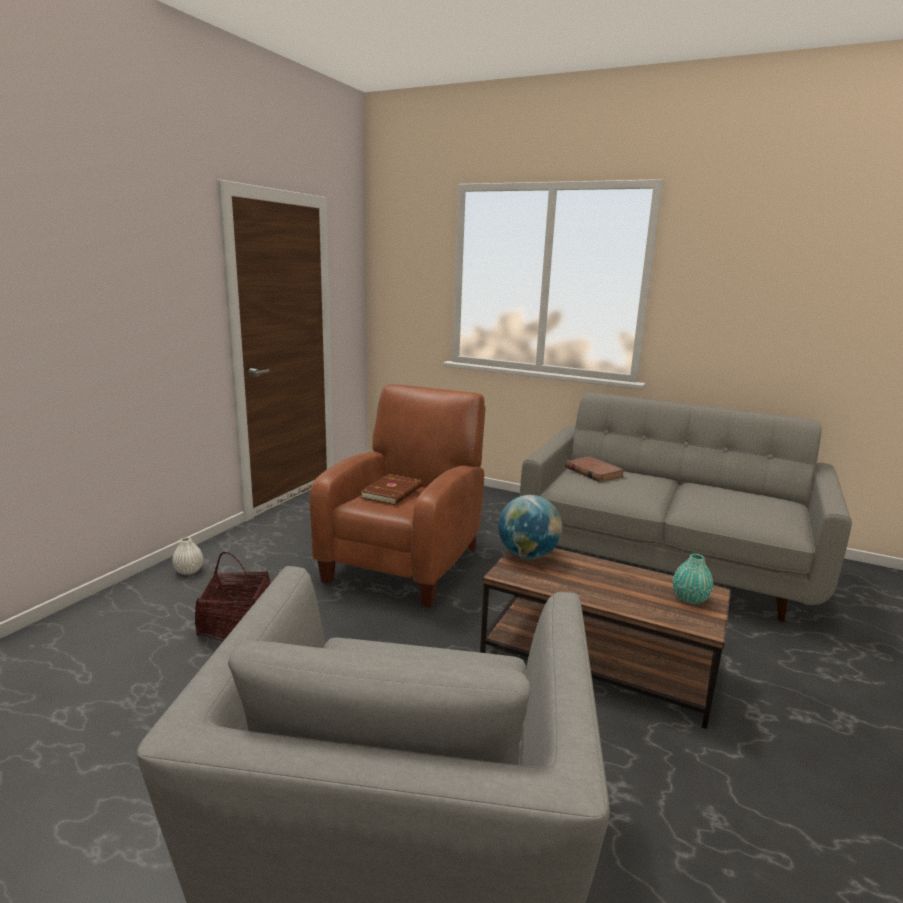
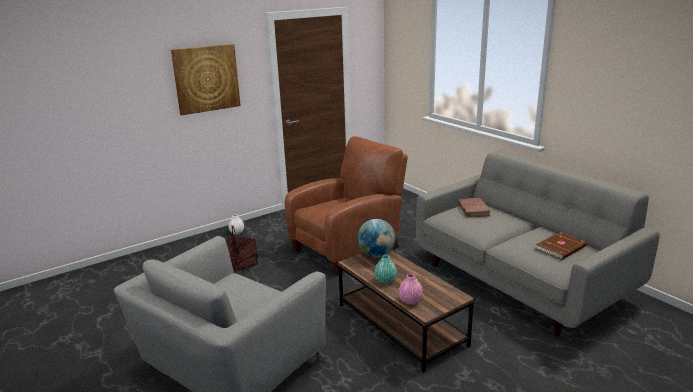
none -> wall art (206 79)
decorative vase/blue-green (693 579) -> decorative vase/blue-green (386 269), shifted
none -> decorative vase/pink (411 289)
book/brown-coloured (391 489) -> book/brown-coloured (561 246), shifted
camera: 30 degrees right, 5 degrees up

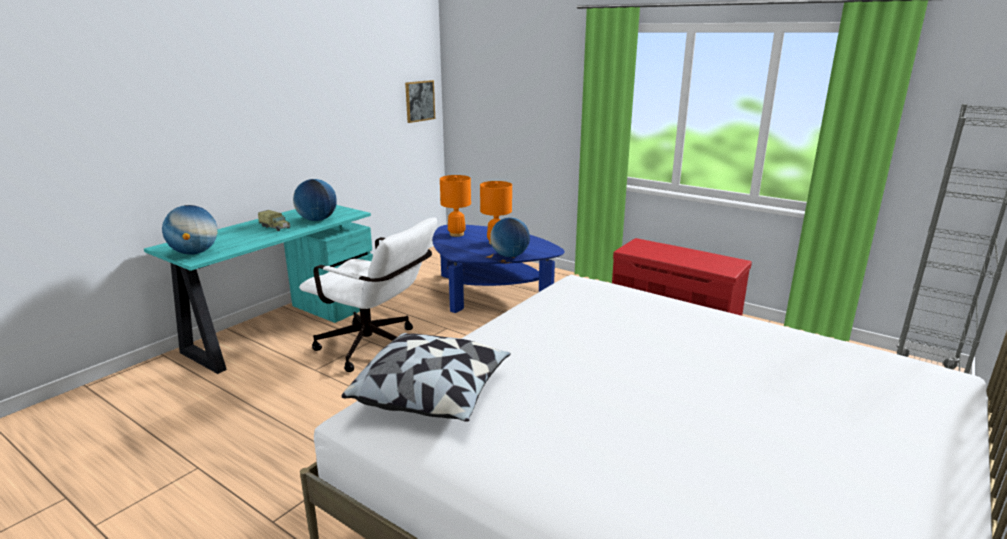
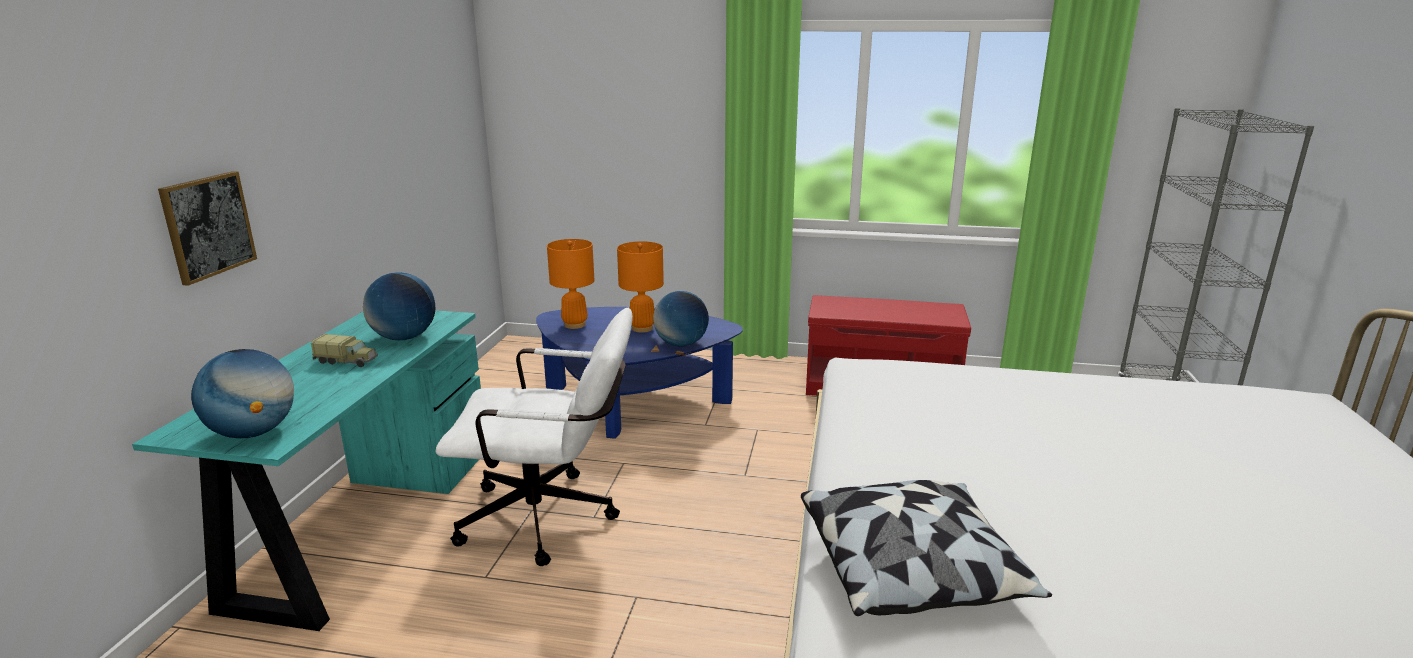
wall art (420 101) -> wall art (207 228), shifted
camera: 25 degrees left, 0 degrees up

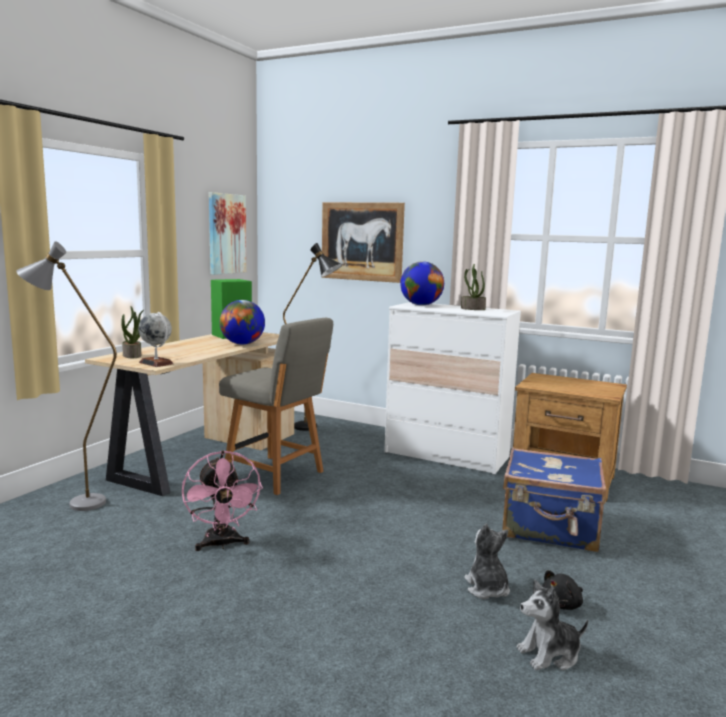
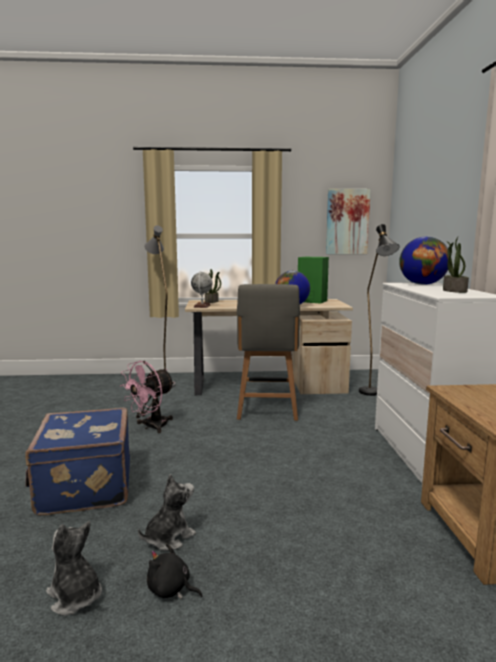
suitcase/blue (554 500) -> suitcase/blue (77 462), shifted
wall art (363 242) -> none
camera: 60 degrees right, 0 degrees up

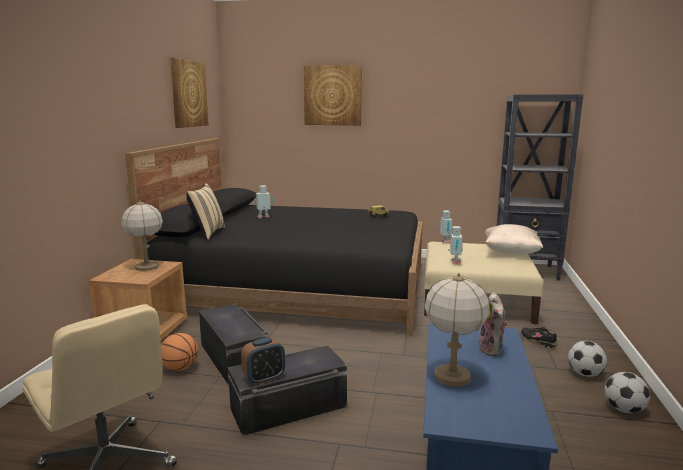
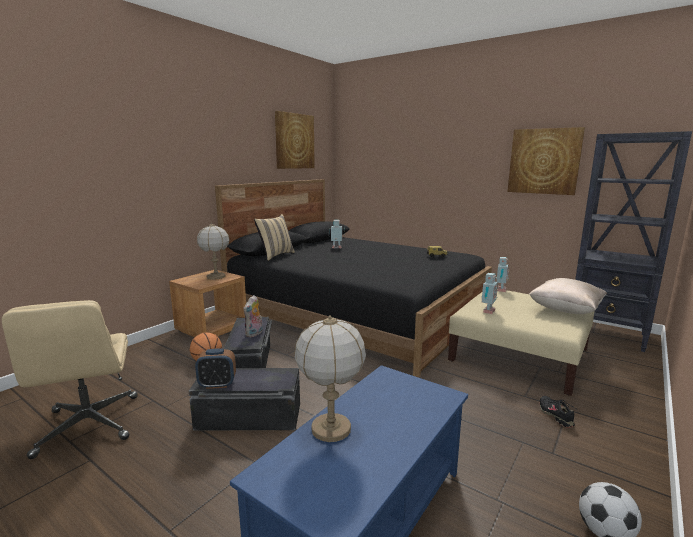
plush toy (493 324) -> plush toy (253 316), shifted
wall art (333 95) -> wall art (546 161), shifted
football (587 359) -> none
camera: 25 degrees right, 0 degrees up

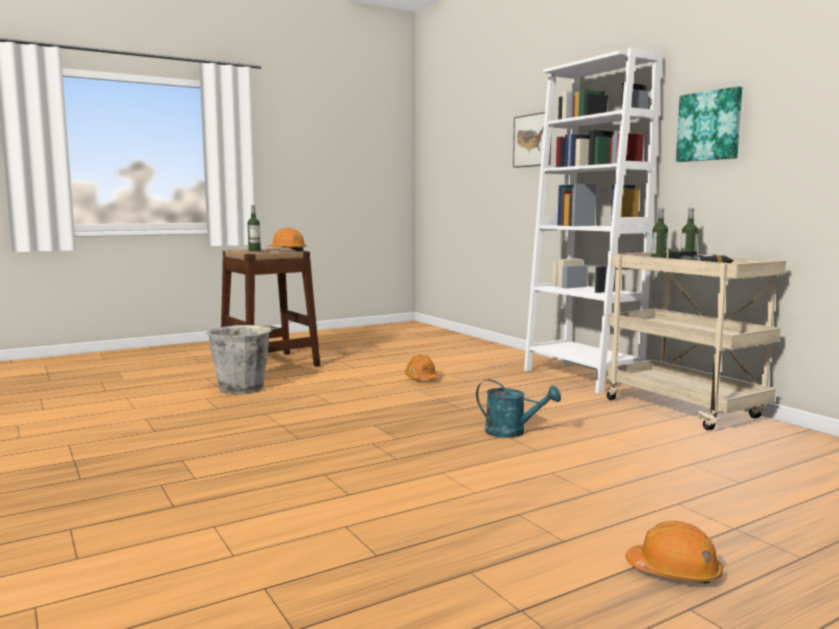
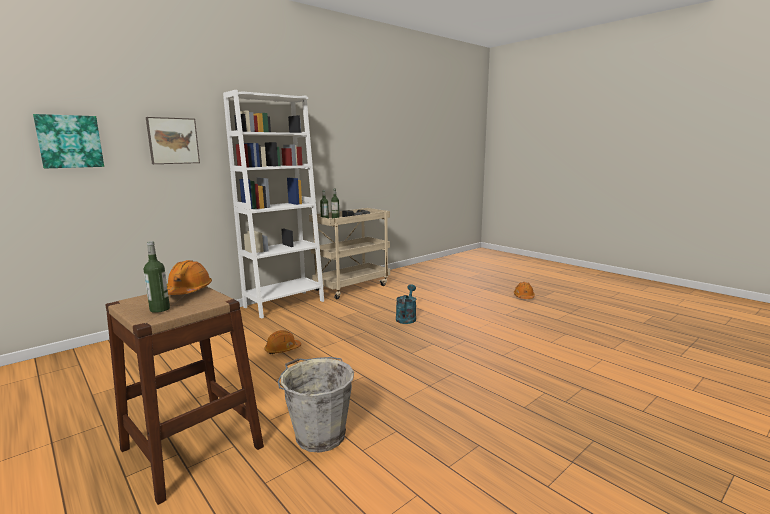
wall art (709 124) -> wall art (68 141), shifted
camera: 100 degrees left, 5 degrees up

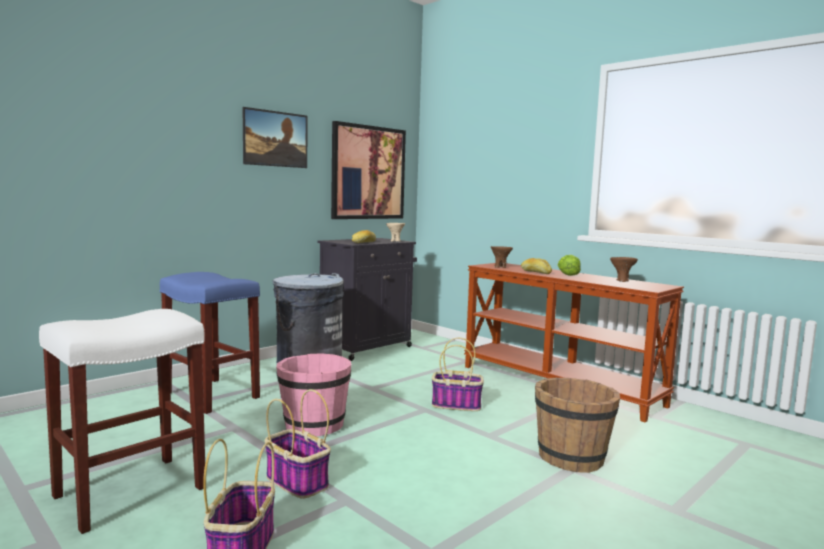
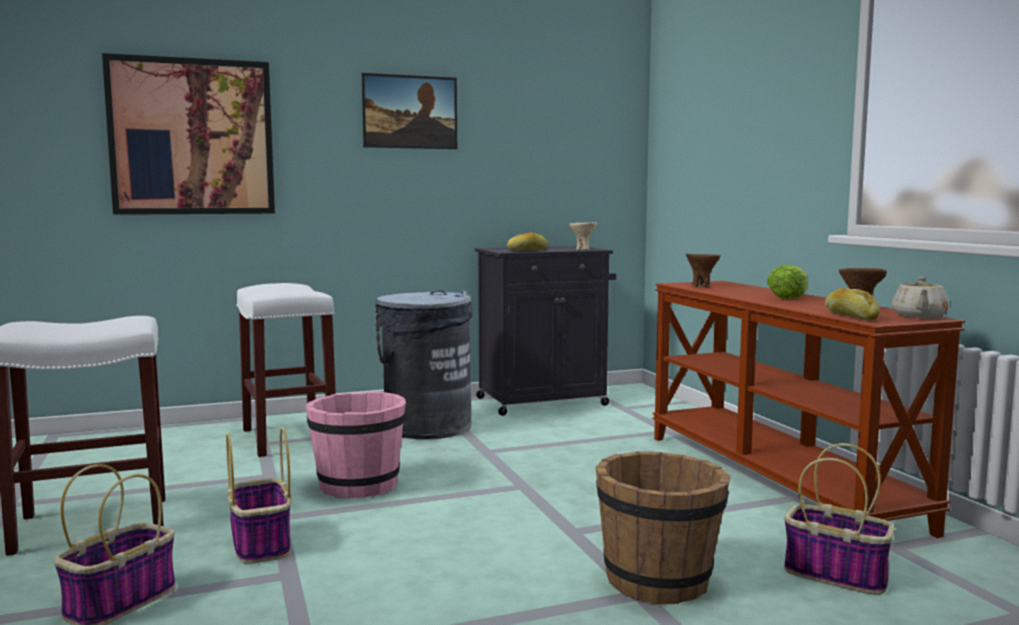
wall art (368 170) -> wall art (188 134), shifted
sitting stool/blue (209 343) -> sitting stool/white-coloured (286 370)
household basket (458 374) -> household basket (839 519), shifted
bread (536 266) -> bread (852 304), shifted
none -> tea pot/beige-coloured (920 297)
camera: 25 degrees right, 0 degrees up

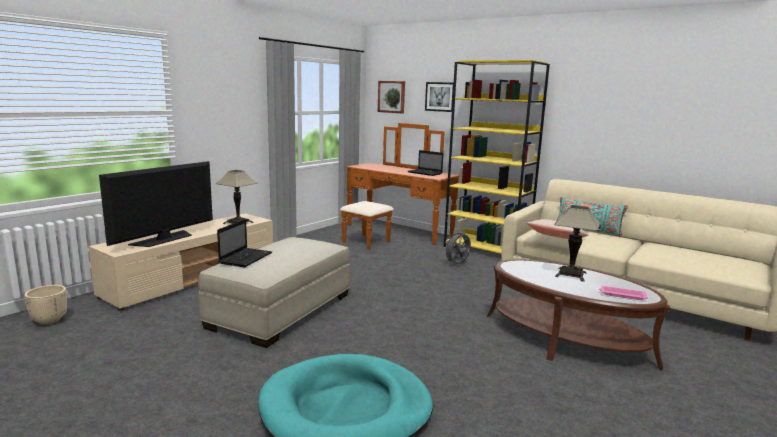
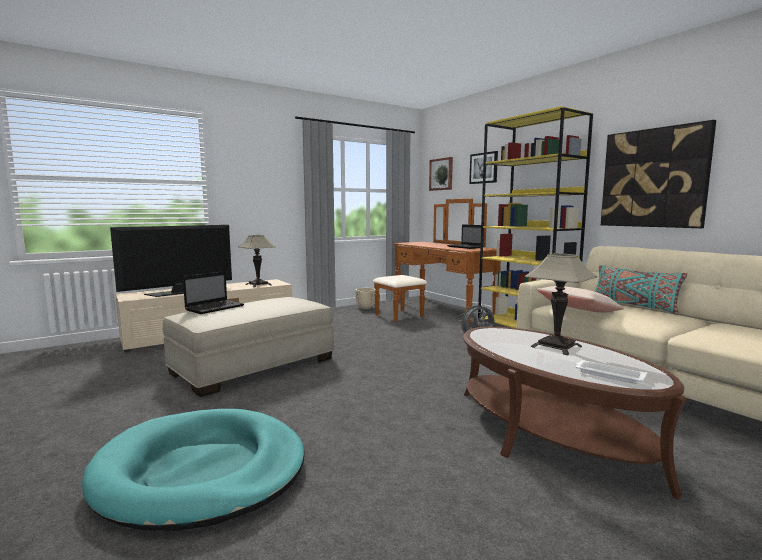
planter/beige-coloured (45 305) -> planter/beige-coloured (365 298), shifted
carrying tray/pink (623 293) -> carrying tray/white-coloured (611 372)
none -> wall art (658 174)
camera: 20 degrees right, 5 degrees down

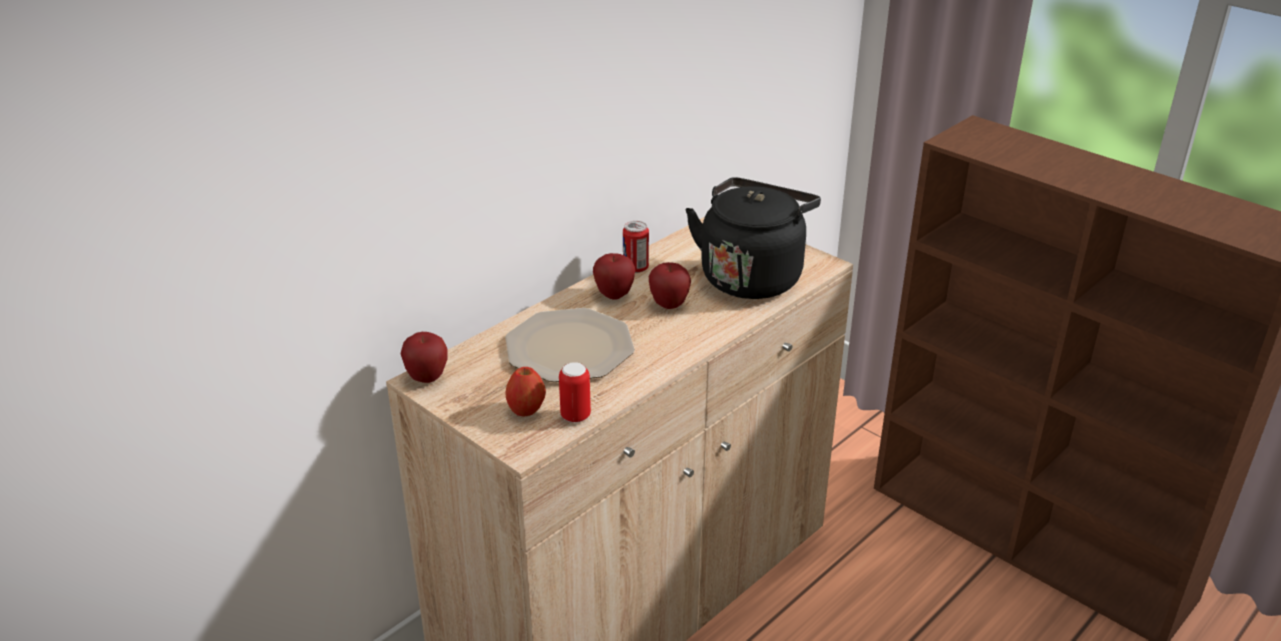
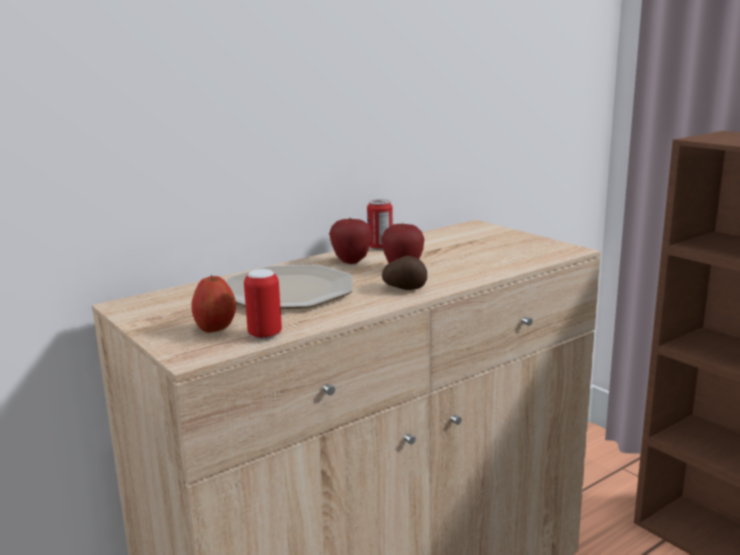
none -> potato (404 273)
apple (424 357) -> none
water kettle/black-coloured (753 238) -> none
camera: 10 degrees right, 15 degrees down

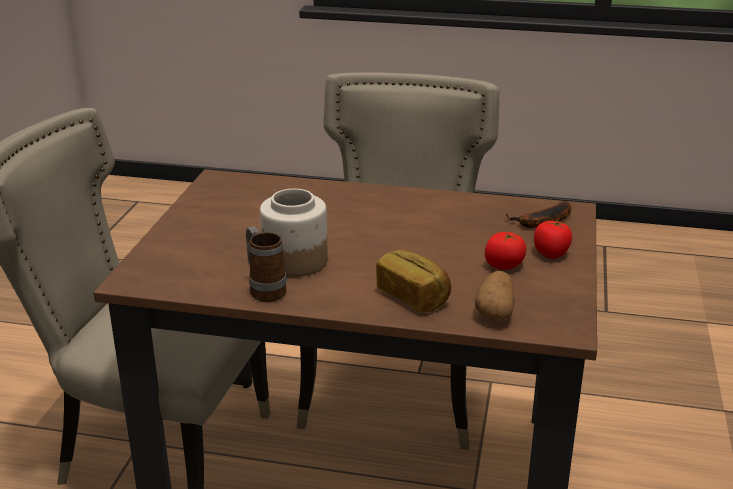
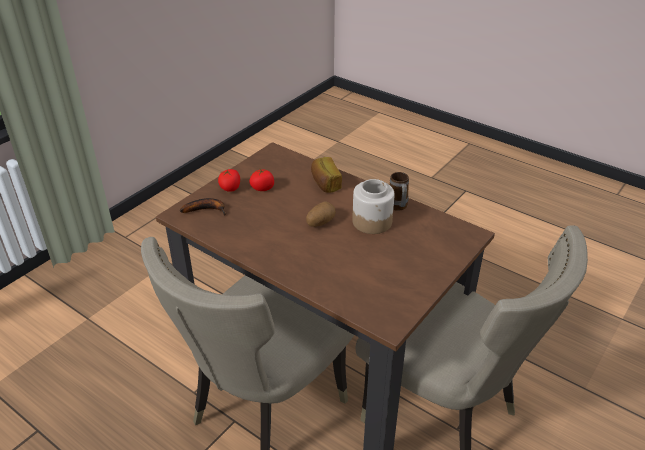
potato (495 296) -> potato (321 214), shifted
camera: 155 degrees left, 10 degrees up

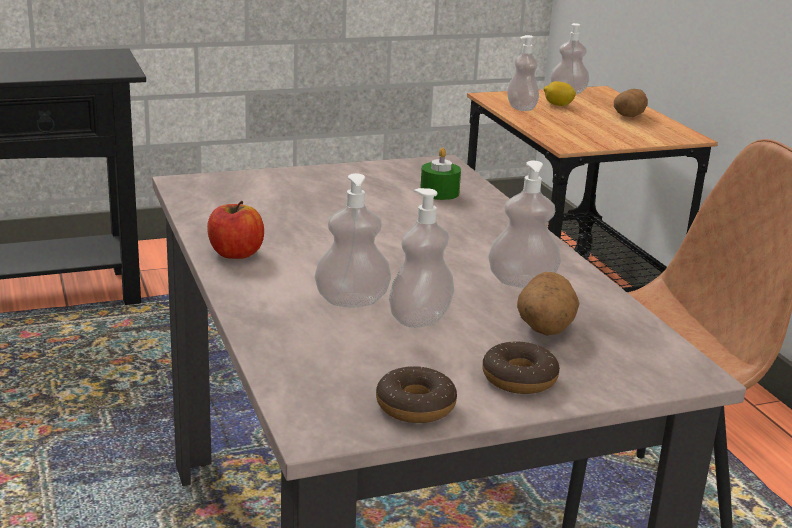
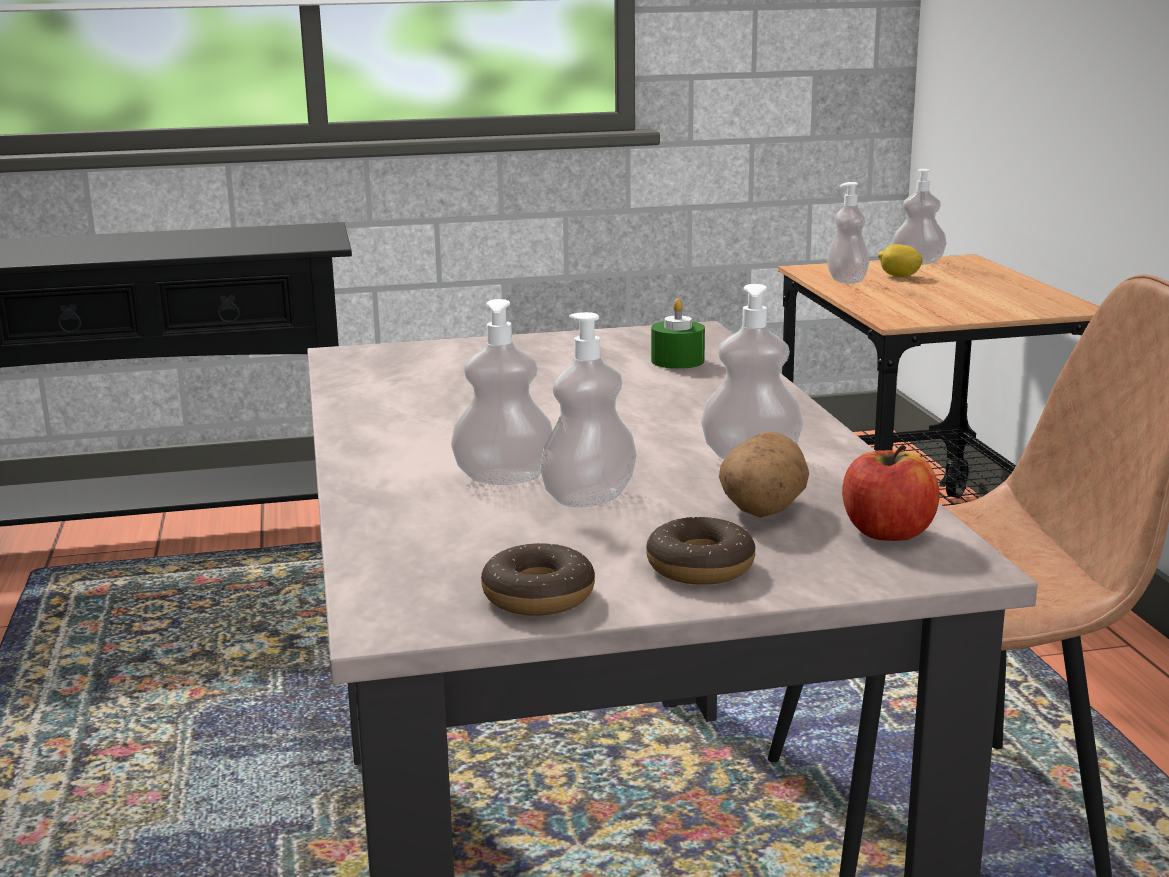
apple (235 230) -> apple (890 493), shifted
potato (631 103) -> none
camera: 10 degrees right, 5 degrees down

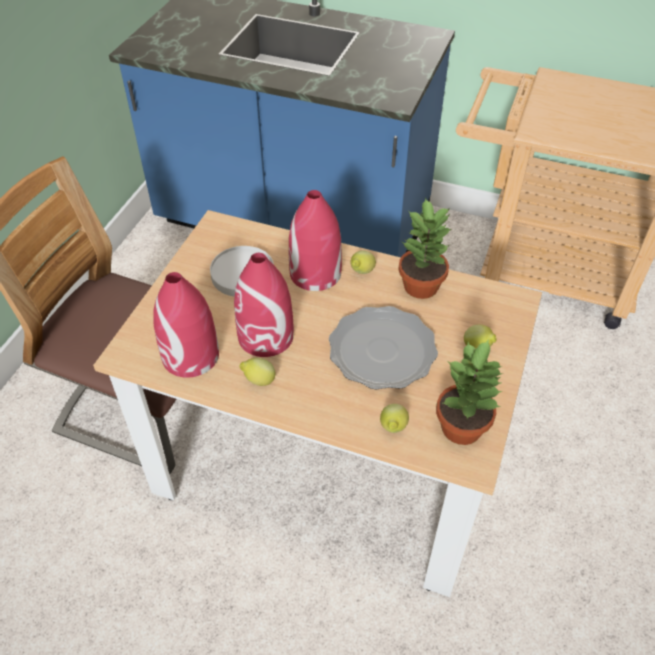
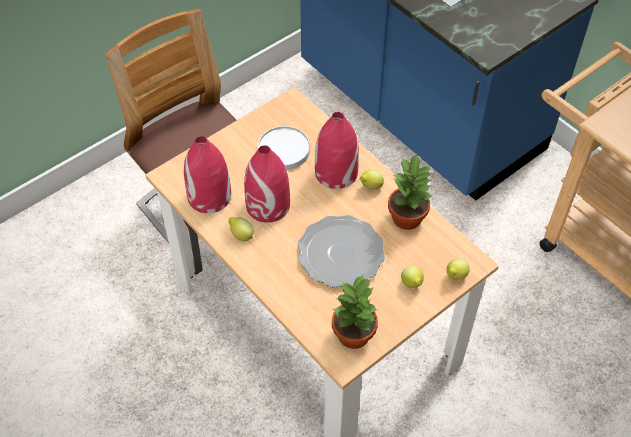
whole lemon (394 418) -> whole lemon (458 269), shifted
camera: 30 degrees right, 5 degrees up

